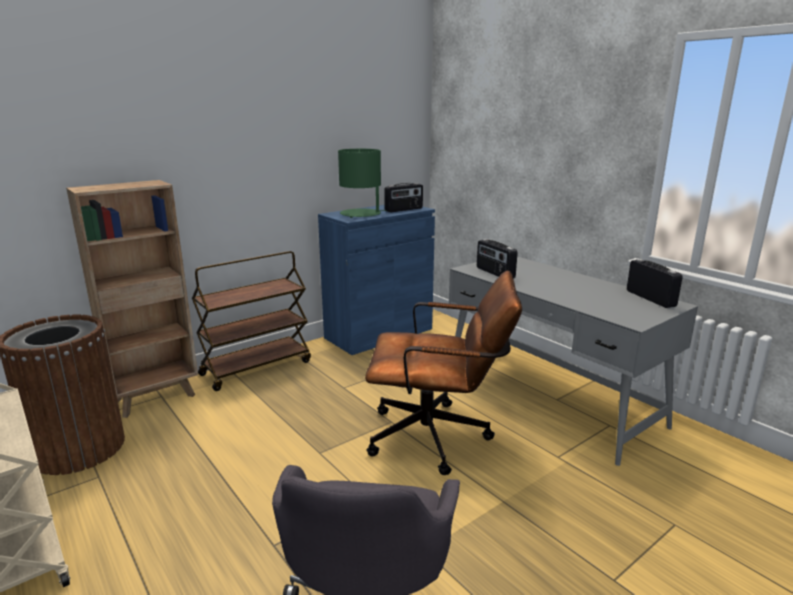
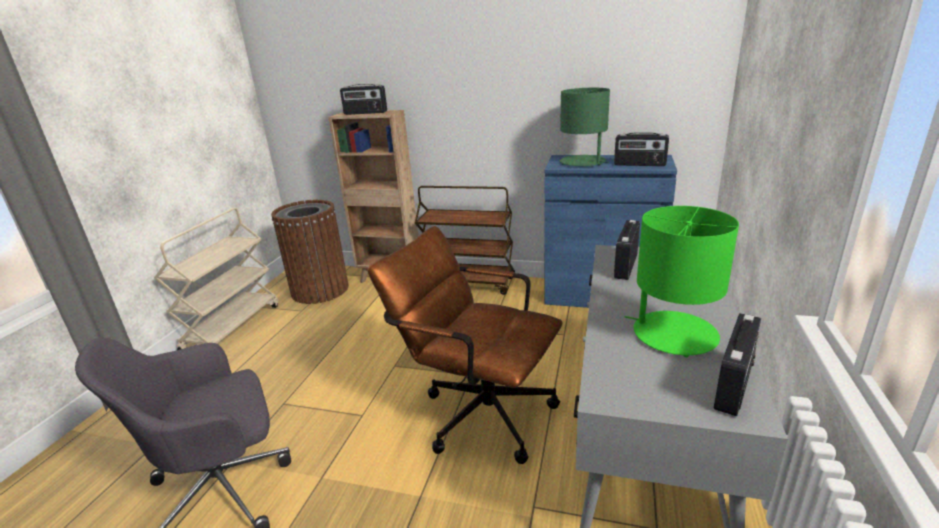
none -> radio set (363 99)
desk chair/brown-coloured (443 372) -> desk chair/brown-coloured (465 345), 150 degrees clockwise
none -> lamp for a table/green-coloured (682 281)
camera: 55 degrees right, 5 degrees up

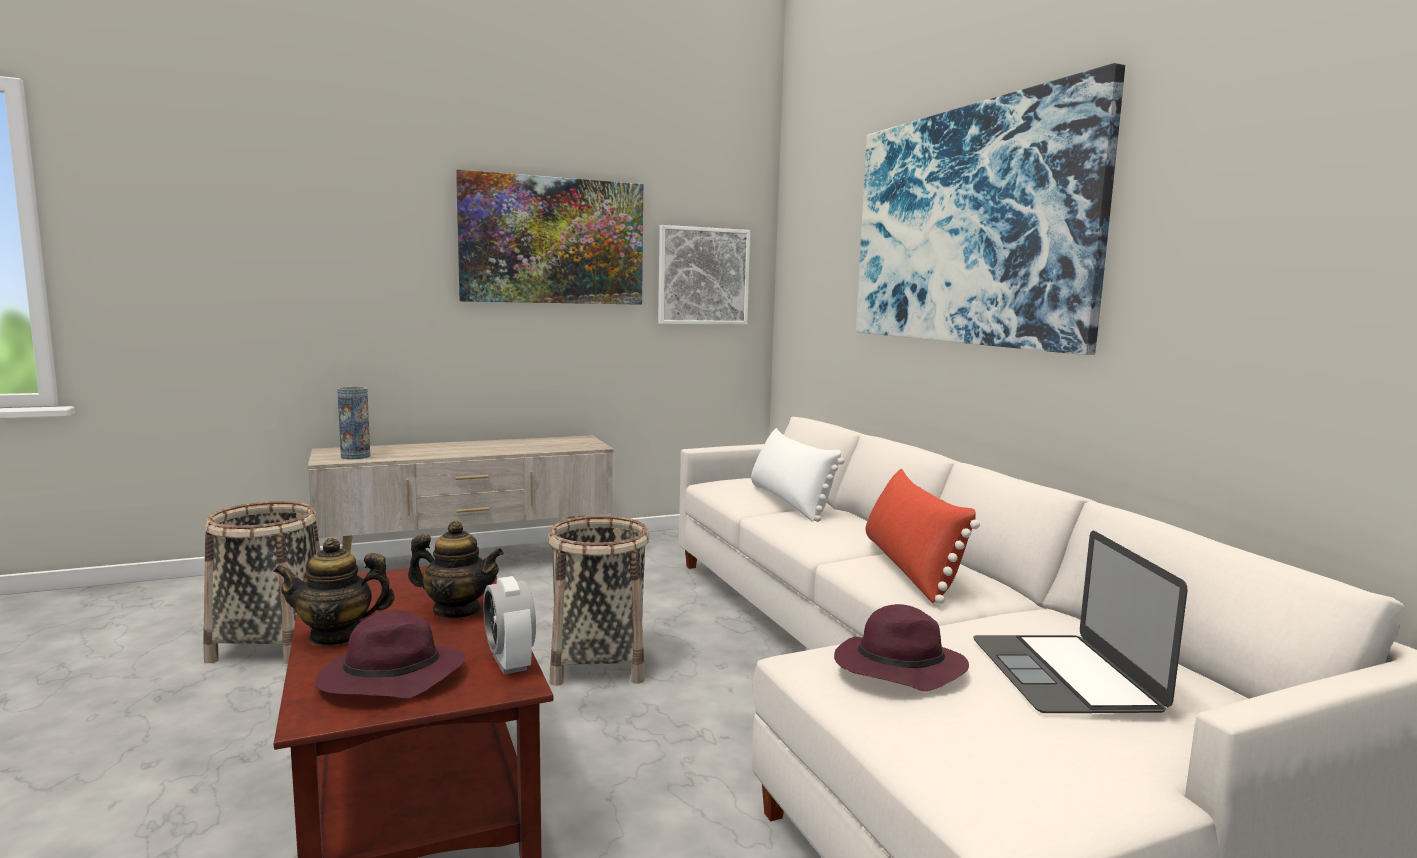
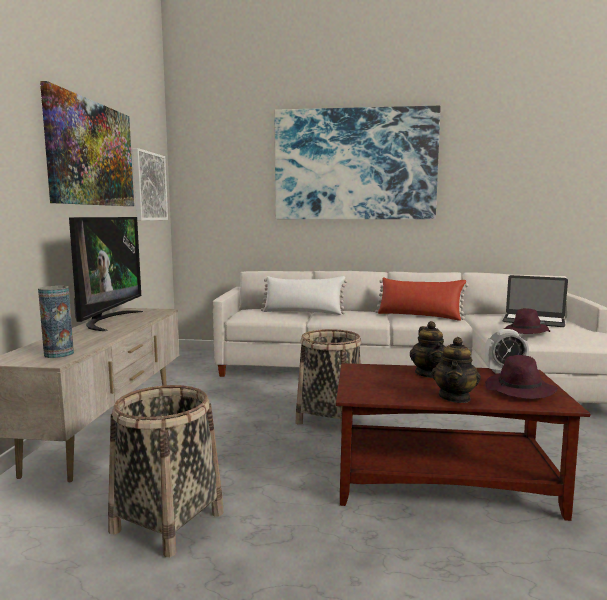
none -> TV set (106 274)
tea pot (456 569) -> tea pot (428 349), 135 degrees clockwise
camera: 60 degrees left, 0 degrees up

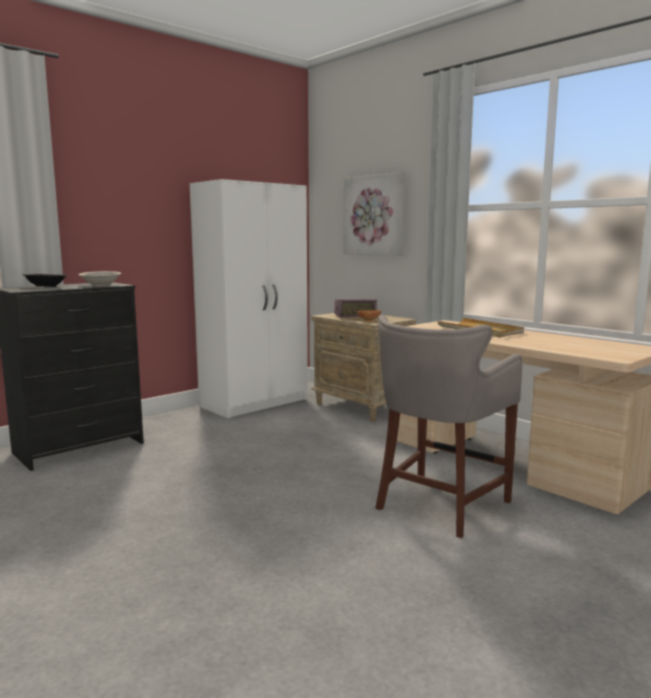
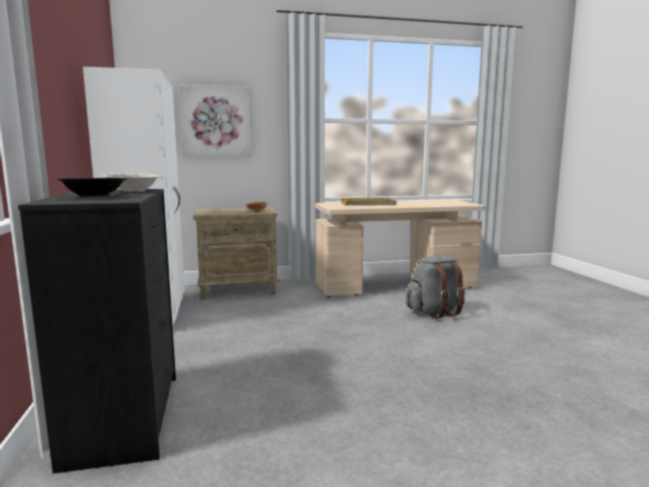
sitting stool/greyish (448 426) -> backpack/greyish (435 287)
radio set (355 308) -> none
camera: 60 degrees left, 0 degrees up

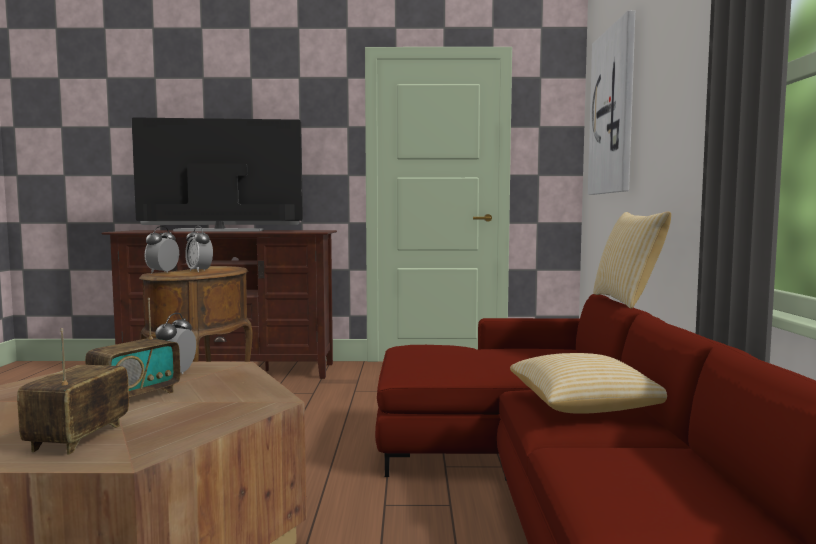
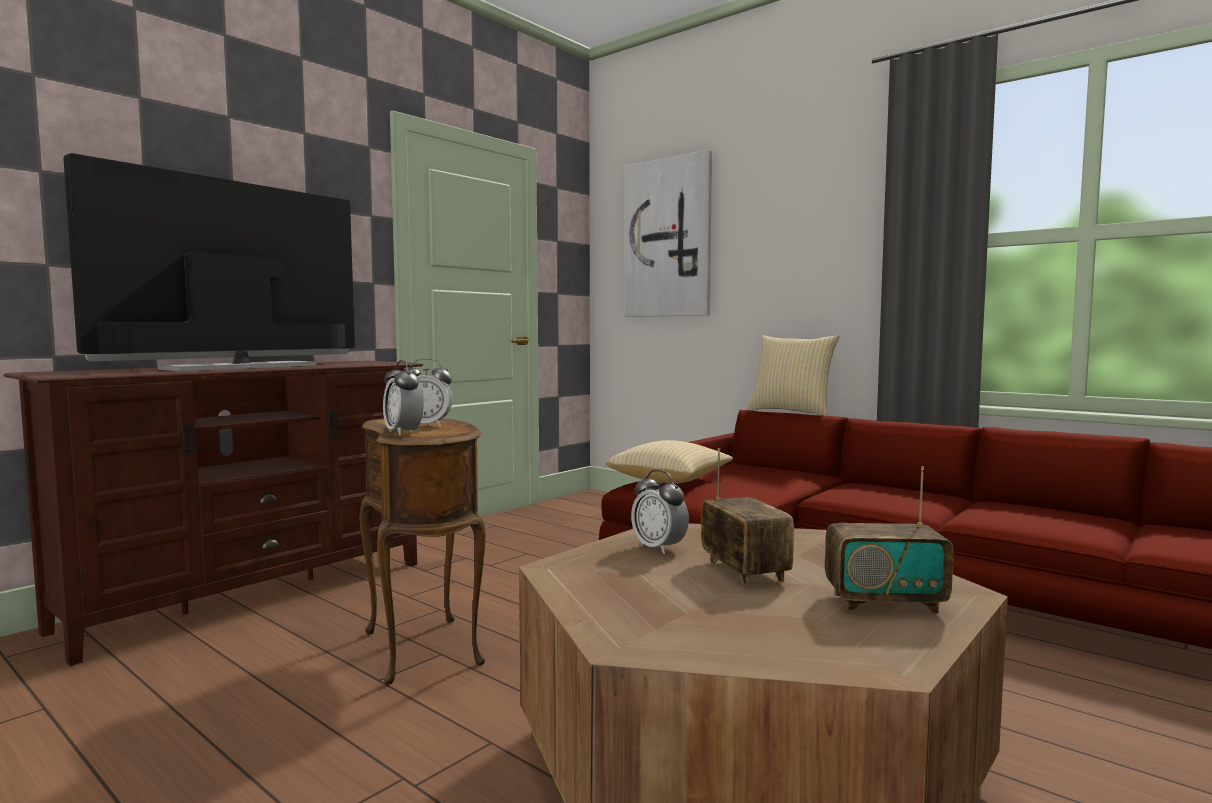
cushion (588 383) -> cushion (669 461), shifted
radio set (73 391) -> radio set (889 540), 45 degrees counterclockwise
camera: 50 degrees left, 0 degrees up

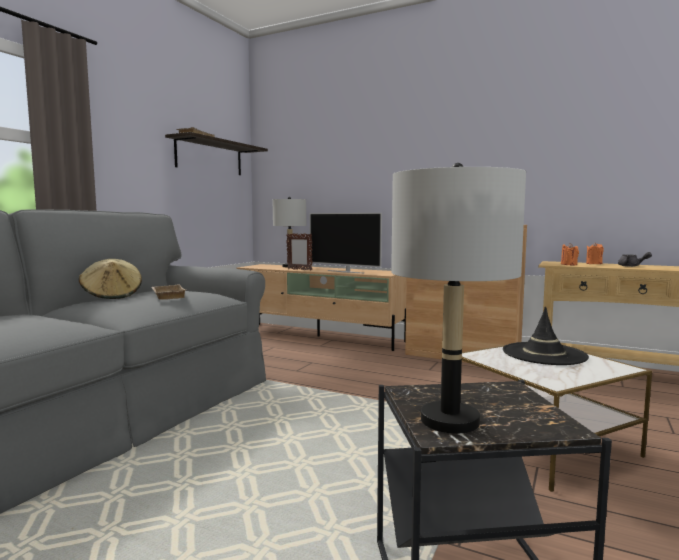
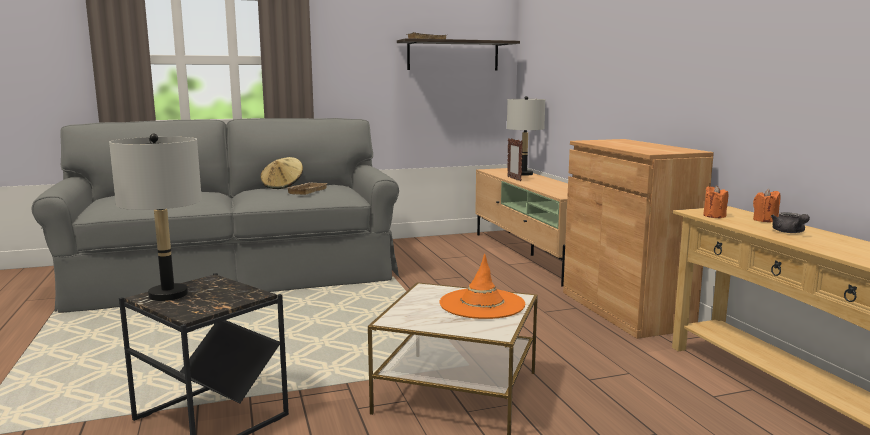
wearable hat/black-coloured (546 335) -> wearable hat/orange (482 286)
TV set (346 243) -> none
camera: 45 degrees right, 5 degrees up

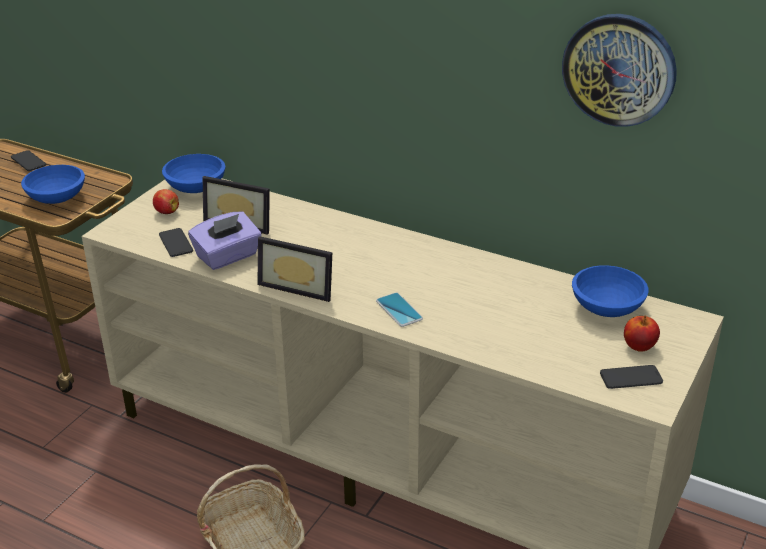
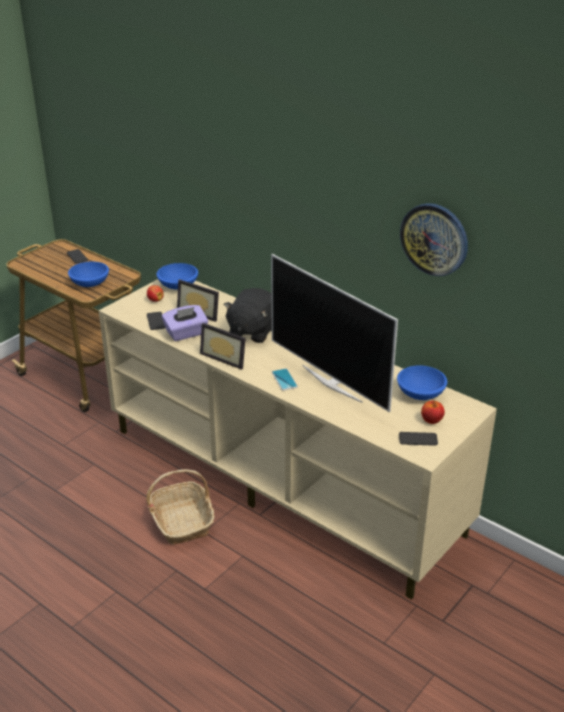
none -> plush toy/black-coloured (247 315)
none -> TV set (334 333)
camera: 10 degrees right, 0 degrees up

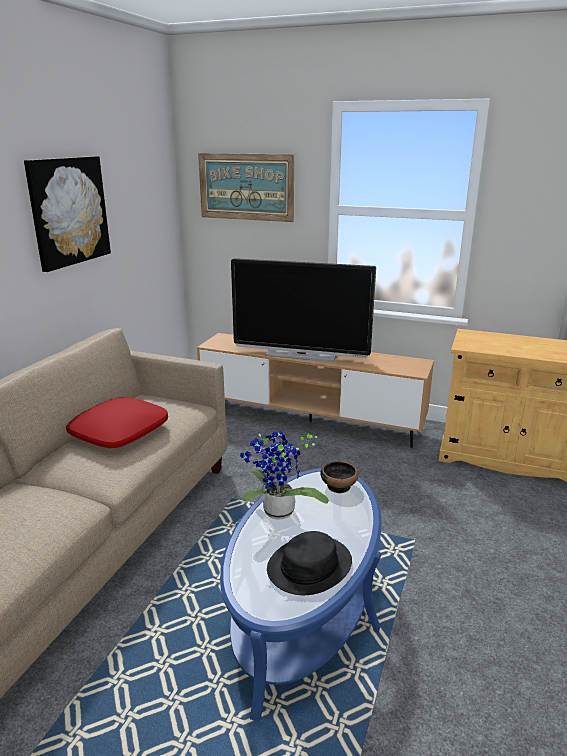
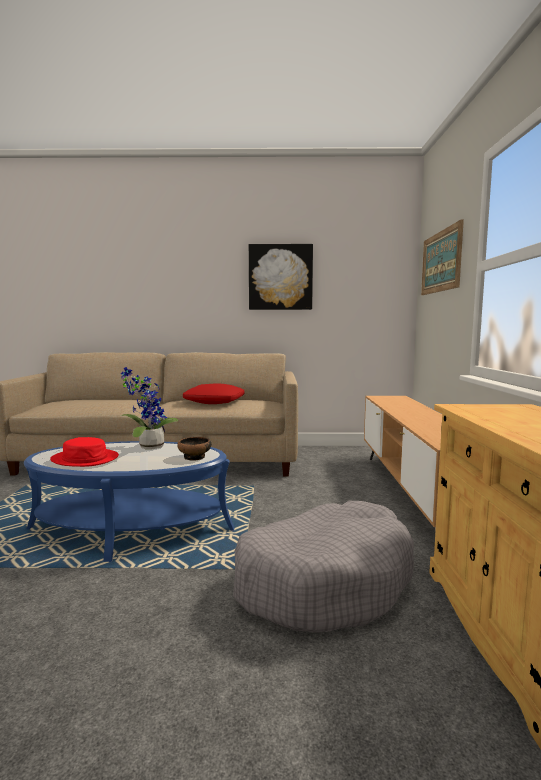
wearable hat/black-coloured (309 563) -> wearable hat/reddish (84 452)
none -> dog bed/greyish (323 567)
TV set (303 310) -> none
camera: 70 degrees right, 15 degrees down

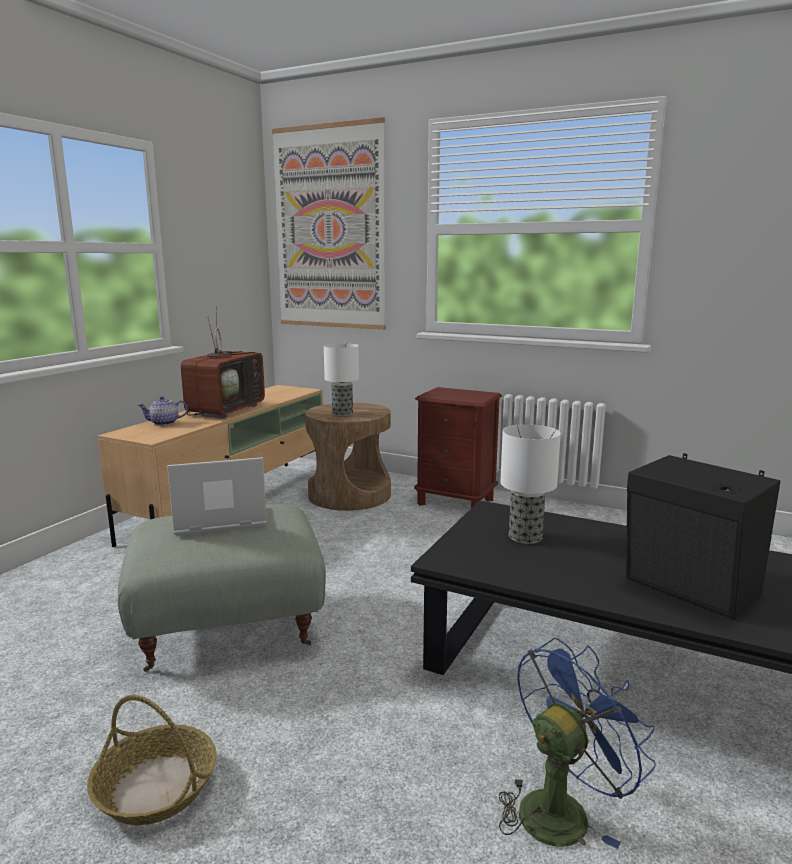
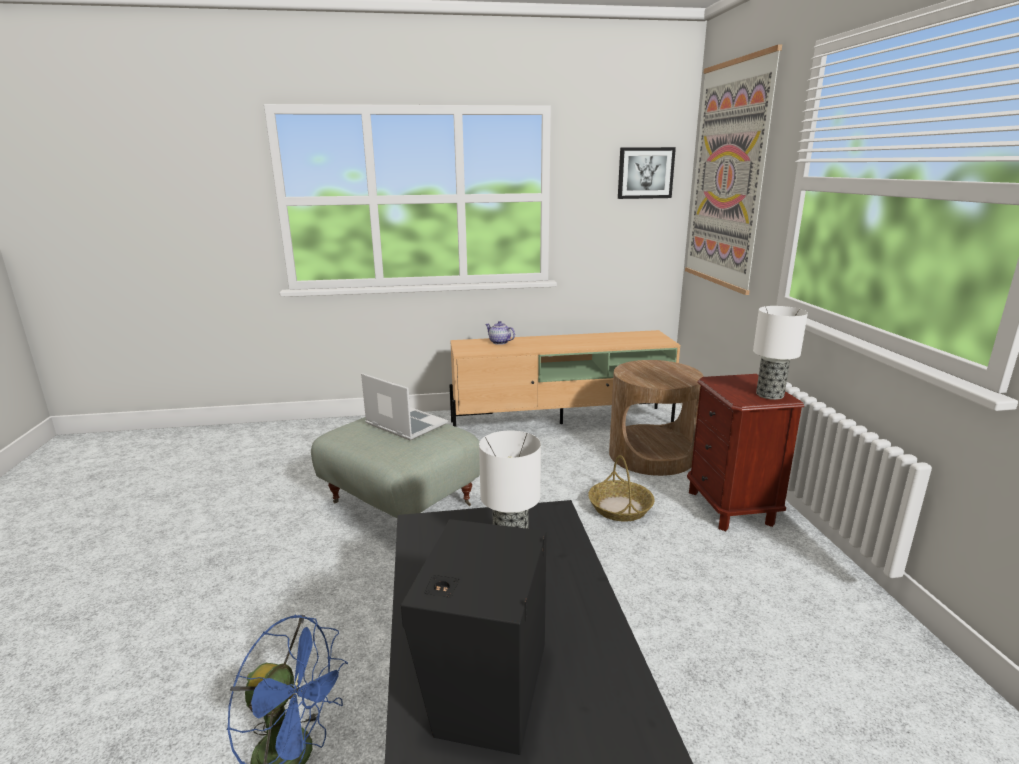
household basket (151 760) -> household basket (621 488), shifted
none -> wall art (647 173)
lamp for a table (341 379) -> lamp for a table (780 353), shifted
TV set (223 362) -> none
camera: 55 degrees right, 5 degrees up

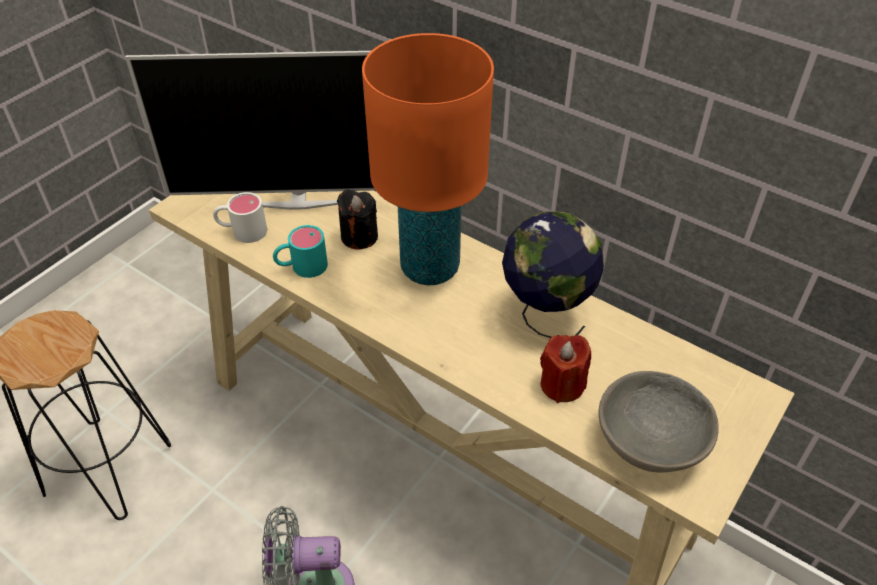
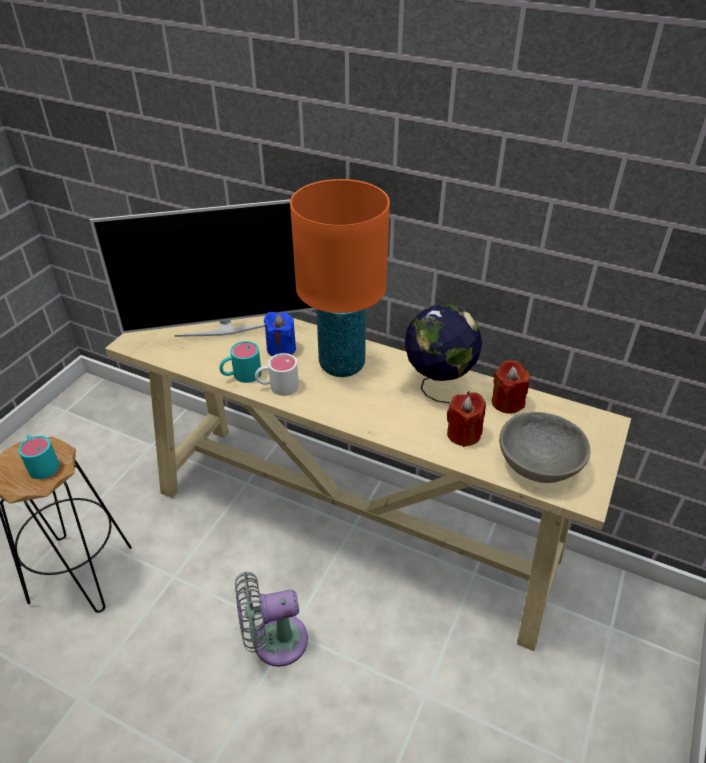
none -> mug/blue-green (39 457)
mug/white-coloured (240 217) -> mug/white-coloured (277 374), shifted
wax light/black-coloured (357 219) -> wax light/blue (280 334)
none -> wax light/reddish (511 387)
camera: 10 degrees left, 5 degrees down

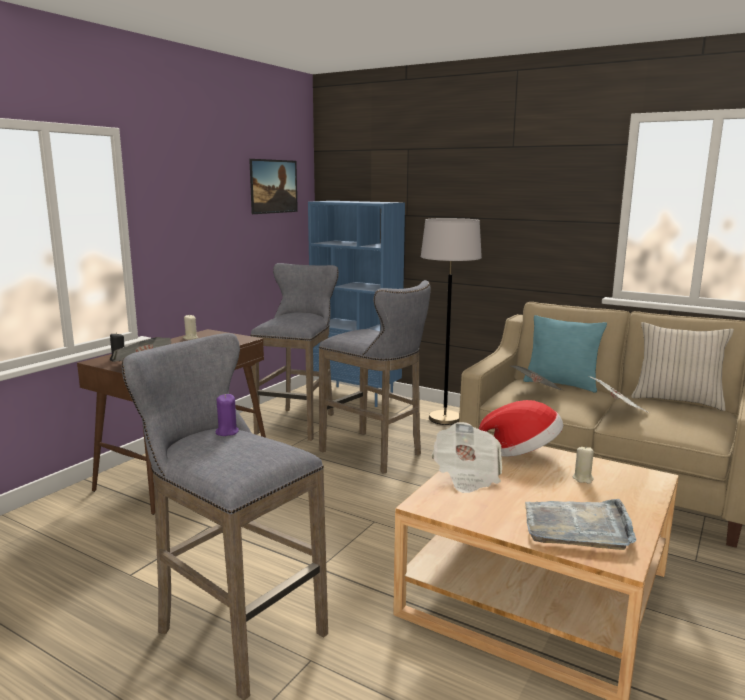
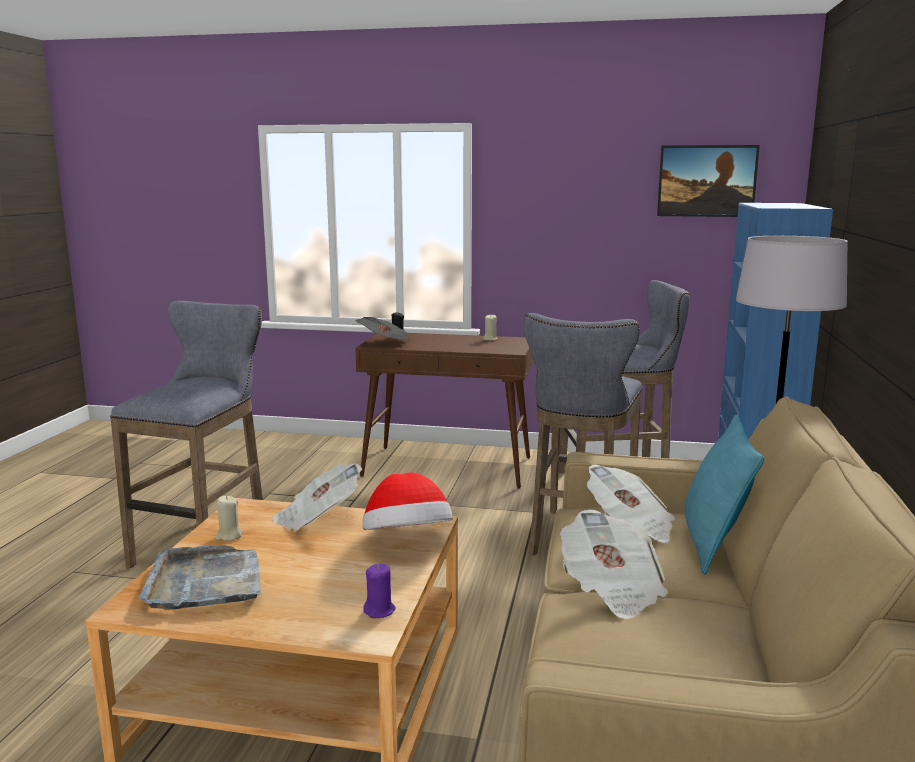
wax light/beige-coloured (583 465) -> wax light/beige-coloured (229 518), shifted
wax light/purplish (227 415) -> wax light/purplish (379 590), shifted
cushion/beige-coloured (682 366) -> none
camera: 70 degrees right, 0 degrees up

